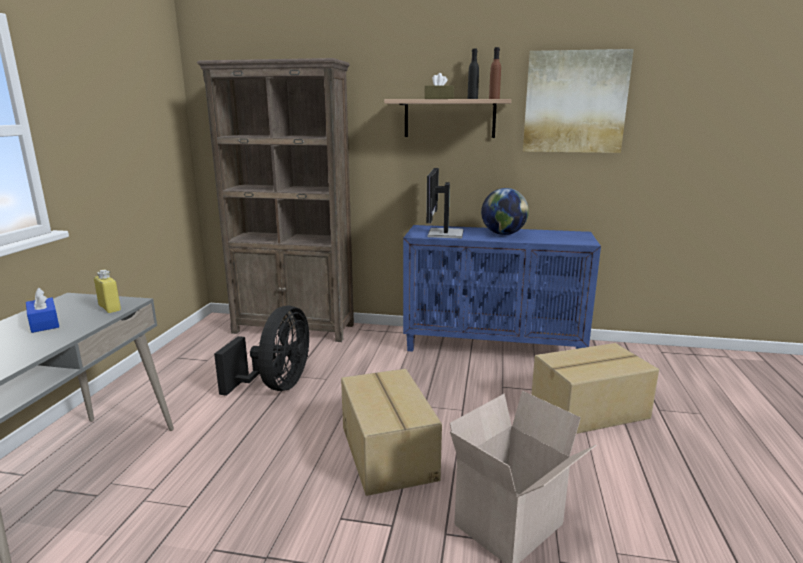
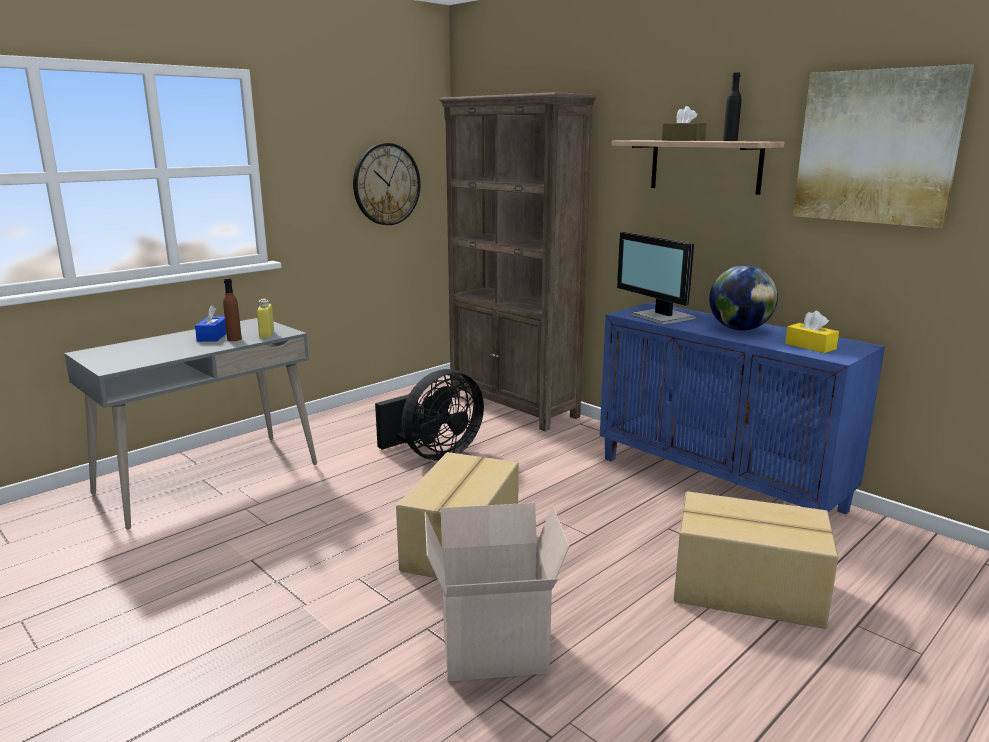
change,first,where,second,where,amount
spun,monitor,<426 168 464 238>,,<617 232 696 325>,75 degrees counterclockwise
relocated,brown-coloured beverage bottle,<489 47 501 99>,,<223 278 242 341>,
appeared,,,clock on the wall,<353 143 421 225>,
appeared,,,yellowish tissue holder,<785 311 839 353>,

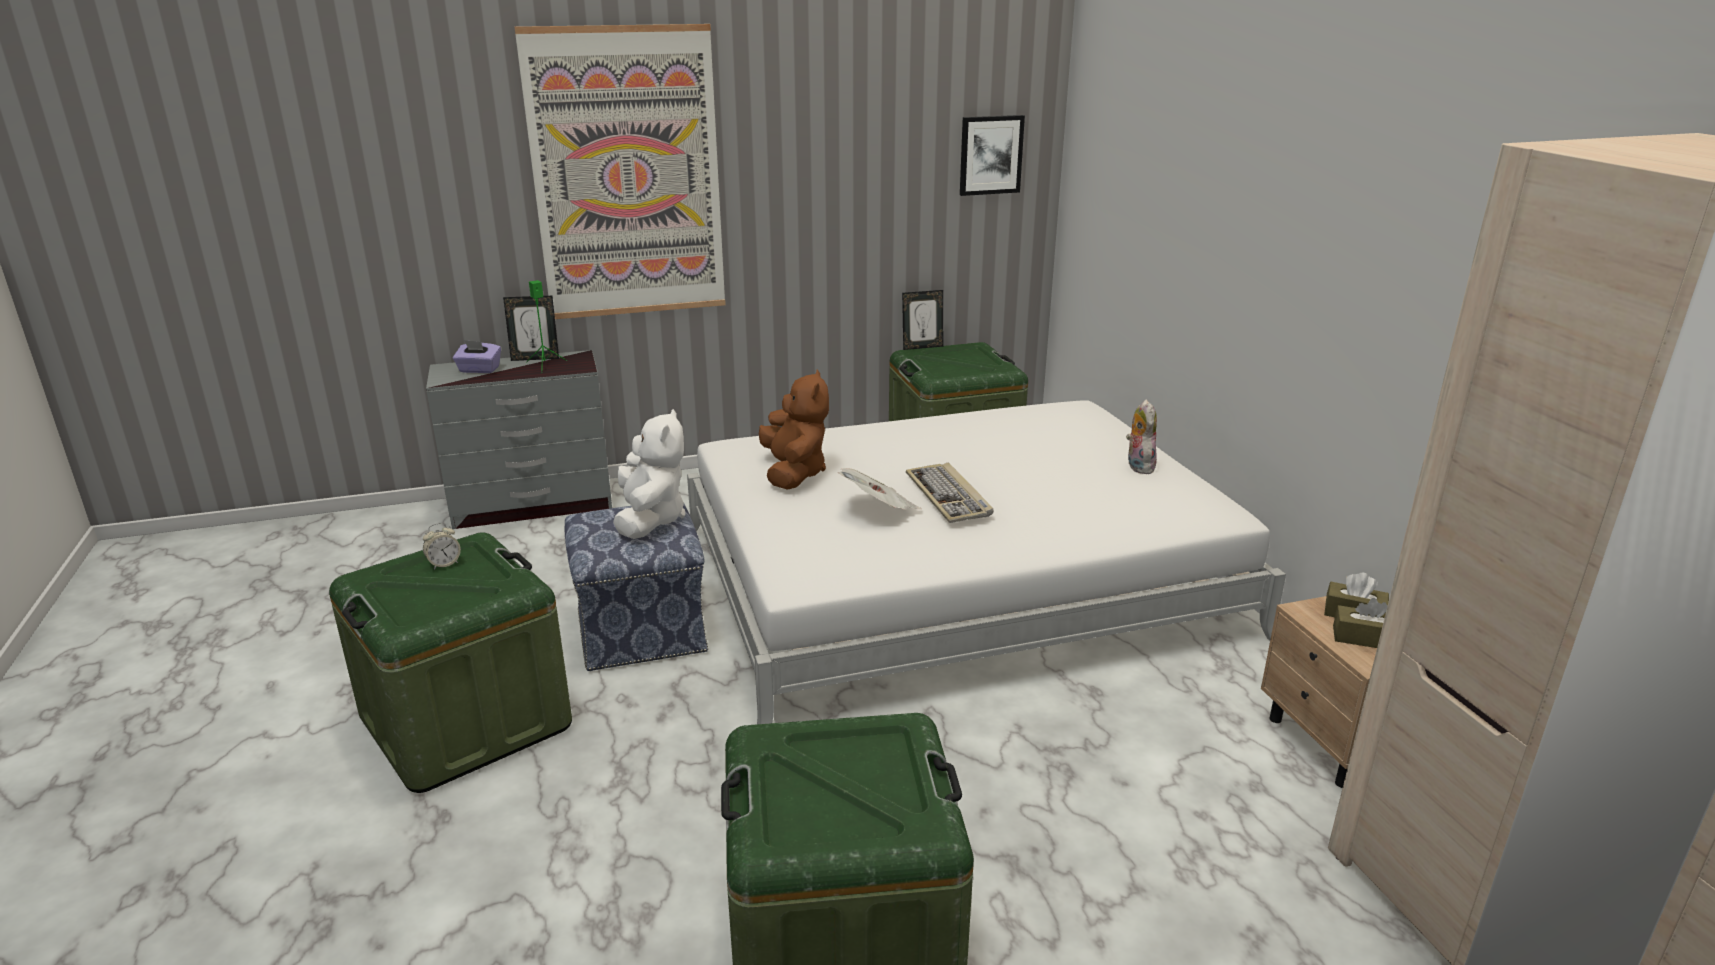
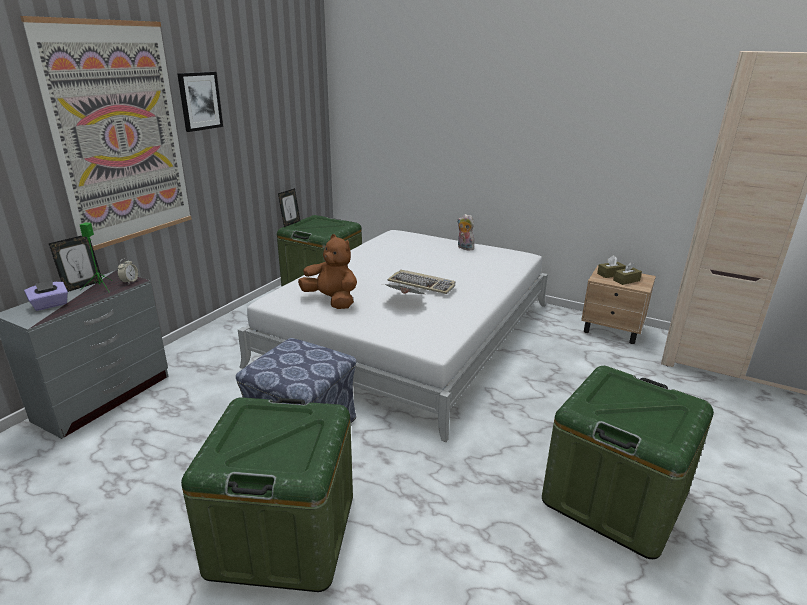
change,first,where,second,where,amount
relocated,bedside clock,<423 523 461 570>,,<117 258 138 284>,
missing,whitish soft toy,<613 409 686 539>,,,
relocated,picture,<960 115 1025 196>,,<177 72 223 132>,

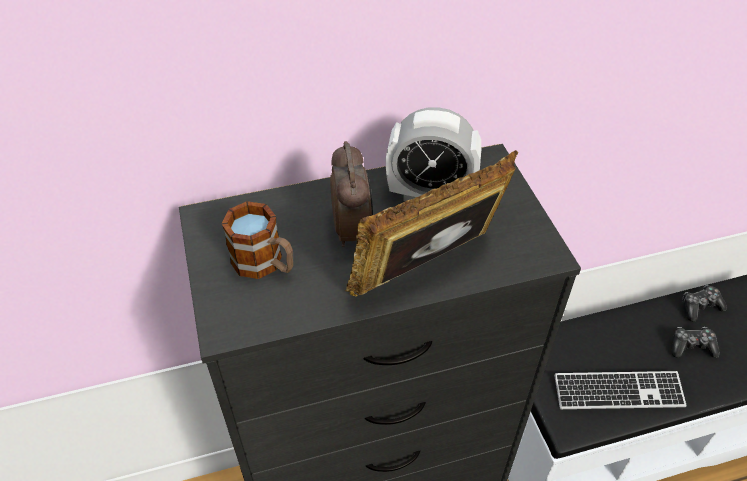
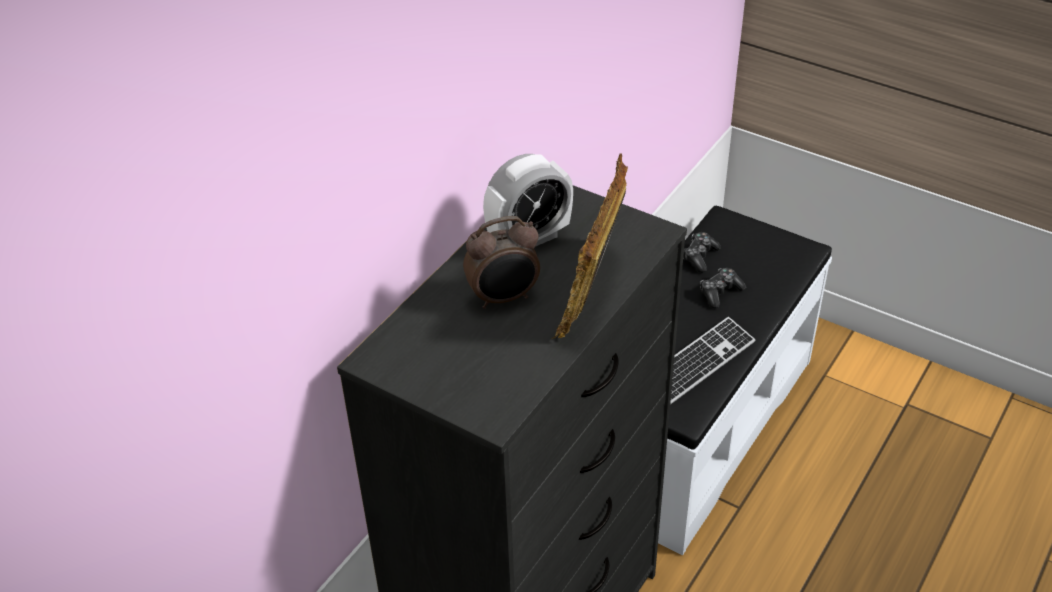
change,first,where,second,where,amount
missing,tea mug,<222 201 293 279>,,,
spun,bedside clock,<330 141 373 247>,,<463 216 540 309>,120 degrees clockwise

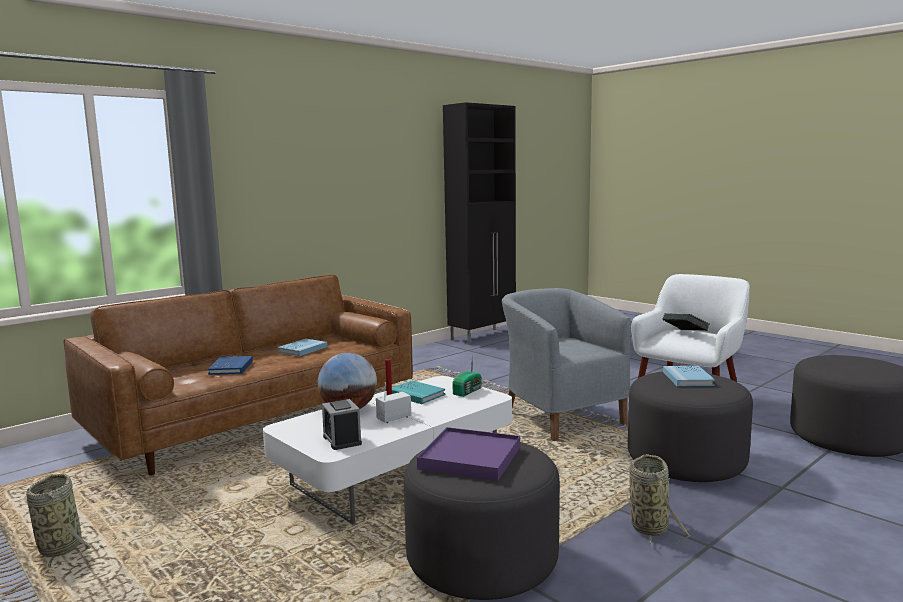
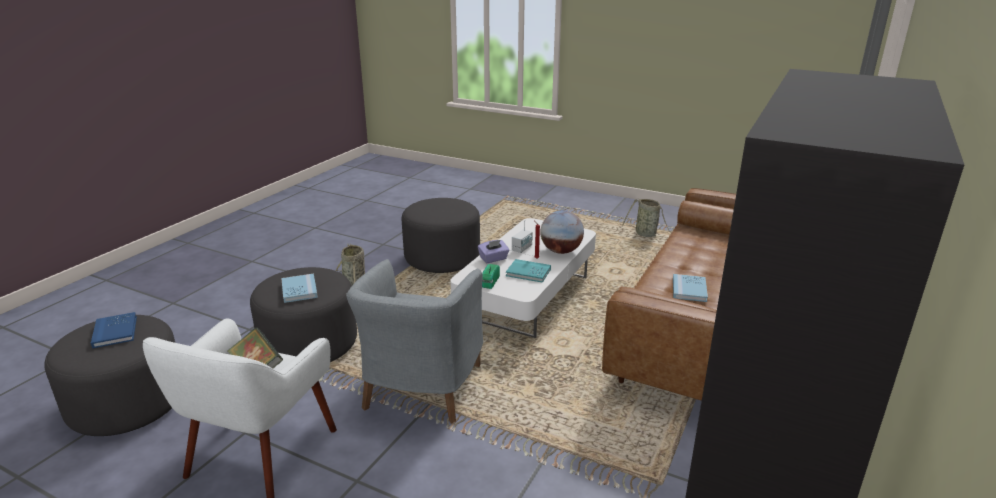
change,first,where,second,where,amount
relocated,blue volume,<208 356 253 375>,,<91 312 137 349>,
missing,bedside clock,<322 399 362 450>,,,
missing,purple-coloured serving tray,<417 427 520 481>,,,
spun,greyish easy chair,<502 288 631 441>,,<346 259 483 424>,60 degrees clockwise
appeared,,,purple-coloured tissue holder,<478 240 509 263>,

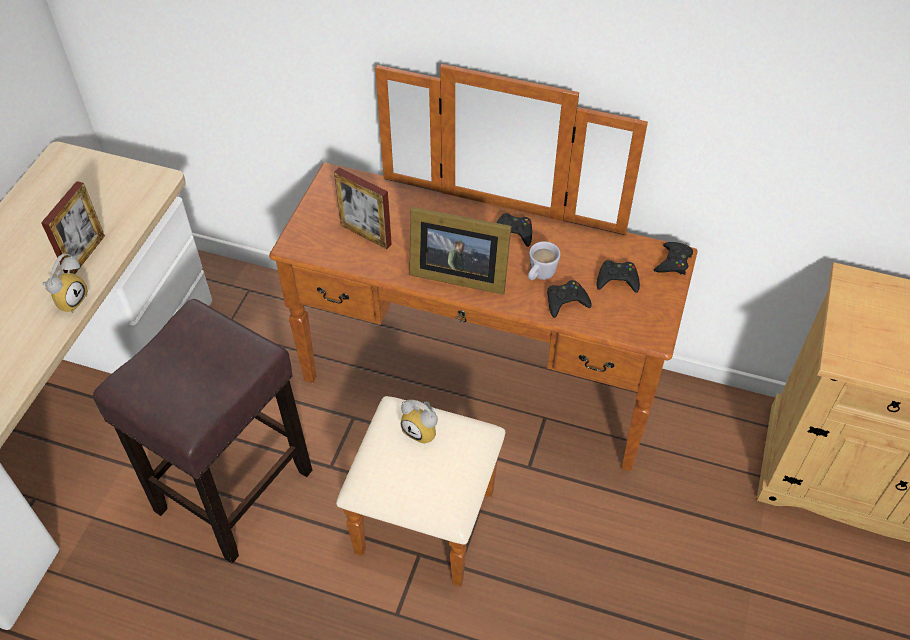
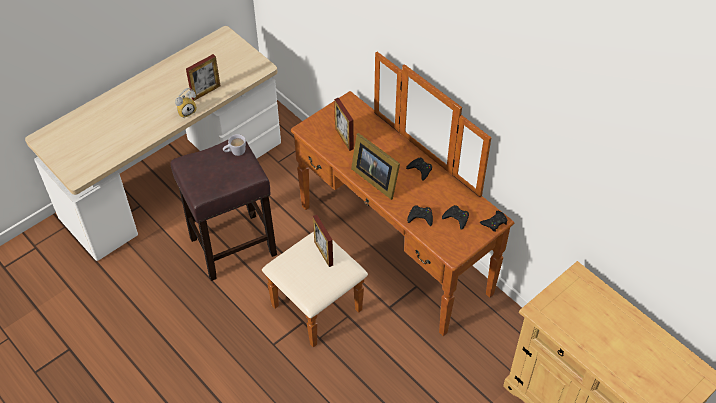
change,first,where,second,where,amount
exchanged,bedside clock,<401 400 438 444>,photo frame,<313 215 333 267>,
relocated,whitish tea mug,<528 241 560 280>,,<223 134 246 156>,

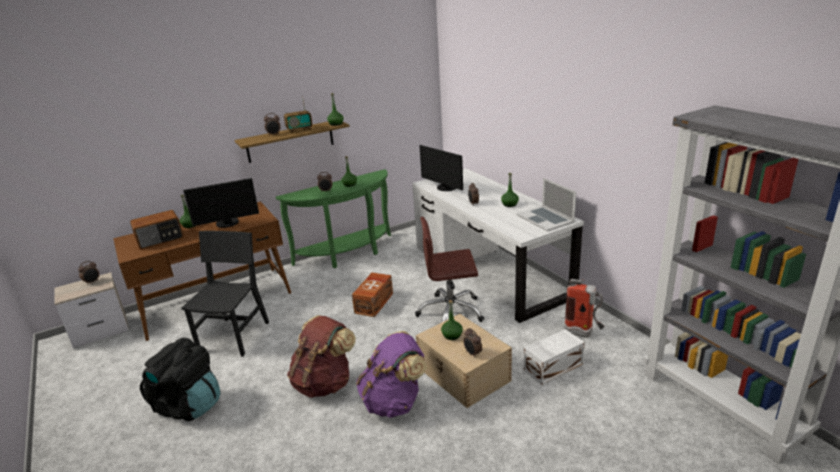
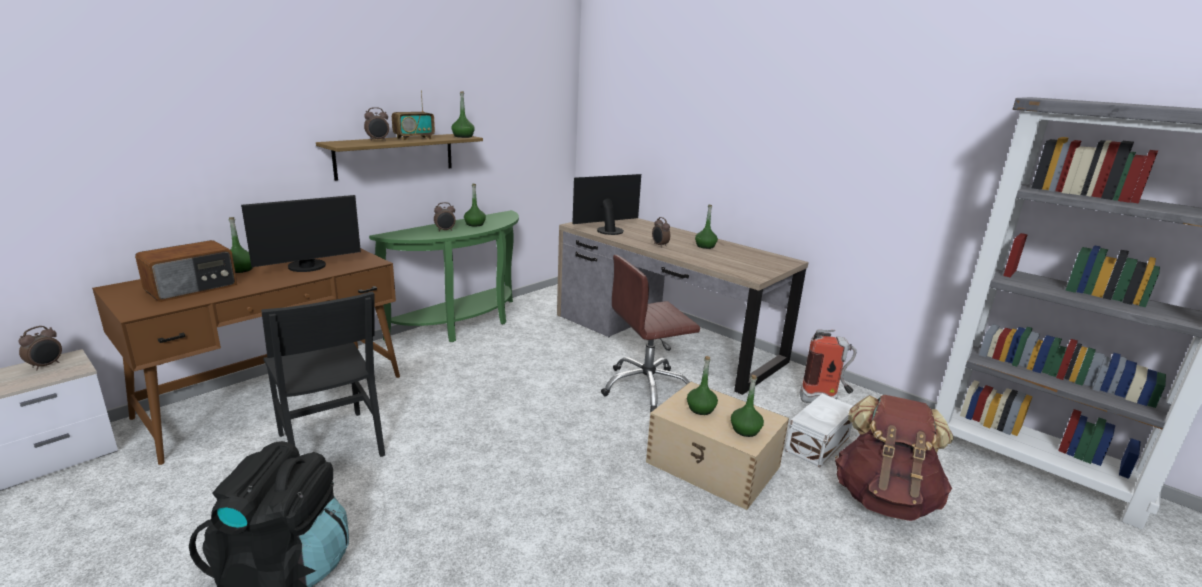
change,first,where,second,where,amount
spun,black-coloured chair,<181 231 269 357>,,<261 291 385 457>,150 degrees clockwise
relocated,brown-coloured rucksack,<287 315 356 398>,,<835 395 954 521>,
missing,brown-coloured storage box,<352 272 393 317>,,,
missing,purple-coloured rucksack,<356 331 427 418>,,,
colour,whitish desk,<412 169 584 323>,brown-coloured desk,<557 218 809 395>,
spun,monitor,<420 145 463 191>,,<572 174 641 235>,120 degrees clockwise
exchanged,bedside clock,<463 328 482 358>,green beverage bottle,<731 375 764 437>,
missing,laptop,<516 178 576 231>,,,

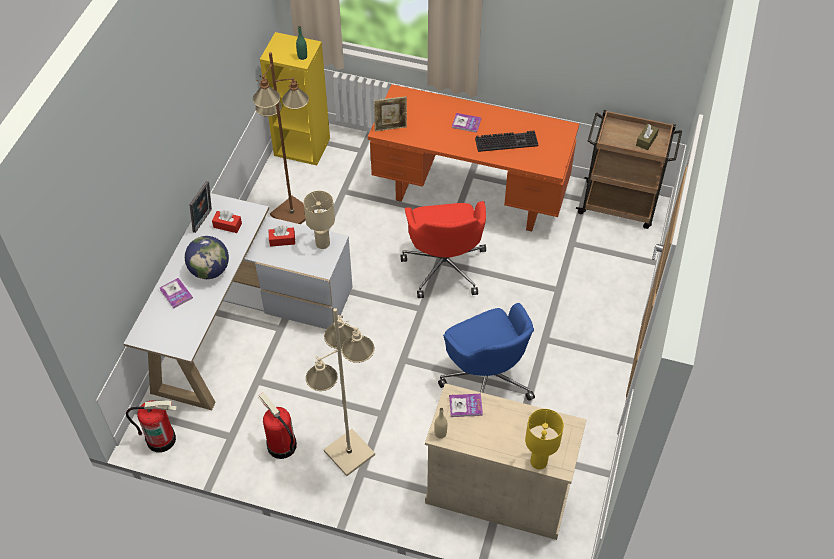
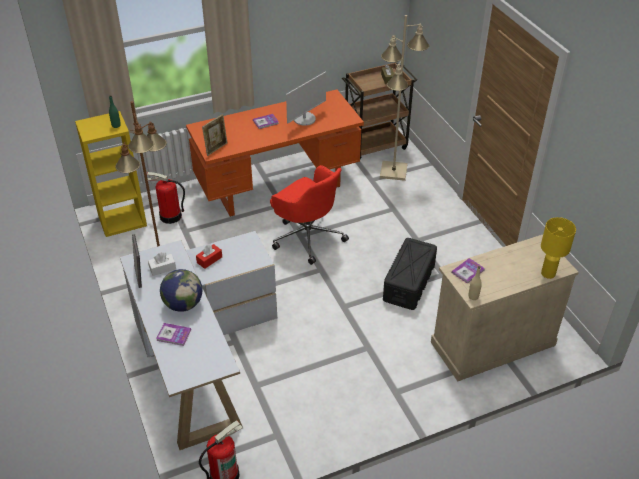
change,first,where,second,where,amount
colour,reddish tissue holder,<212 210 242 233>,whitish tissue holder,<148 253 176 276>,
relocated,fire extinguisher,<259 392 297 459>,,<147 172 185 224>,
missing,beige table lamp,<303 191 335 249>,,,
relocated,beige floor lamp,<306 308 375 476>,,<380 15 429 181>,
exchanged,blue computer chair,<438 303 535 401>,black-coloured storage box,<383 238 437 310>,
exchanged,computer keyboard,<475 130 538 152>,monitor,<286 72 326 126>,

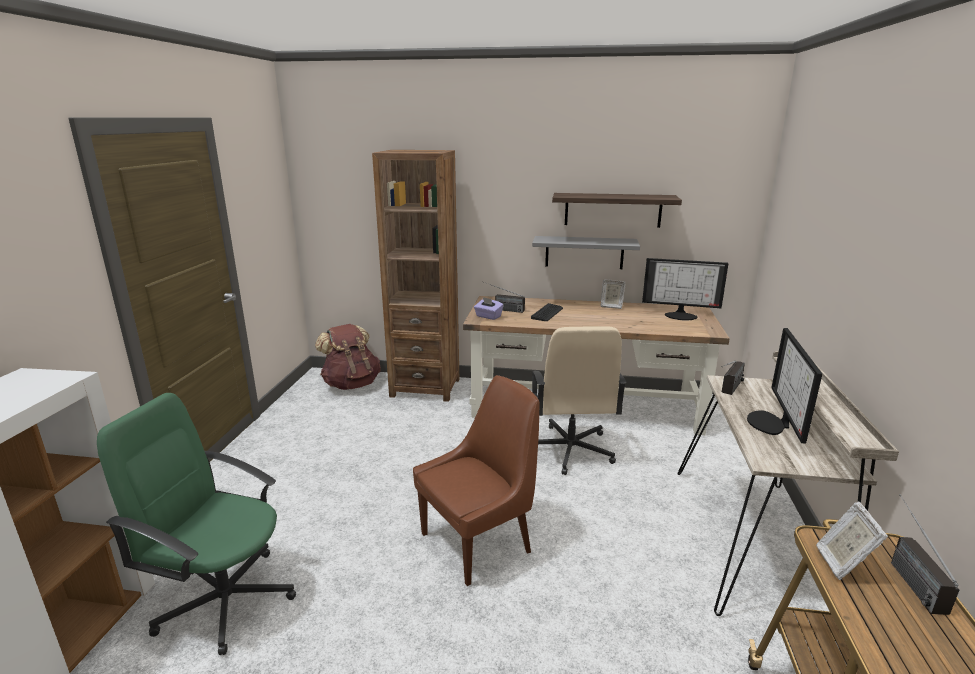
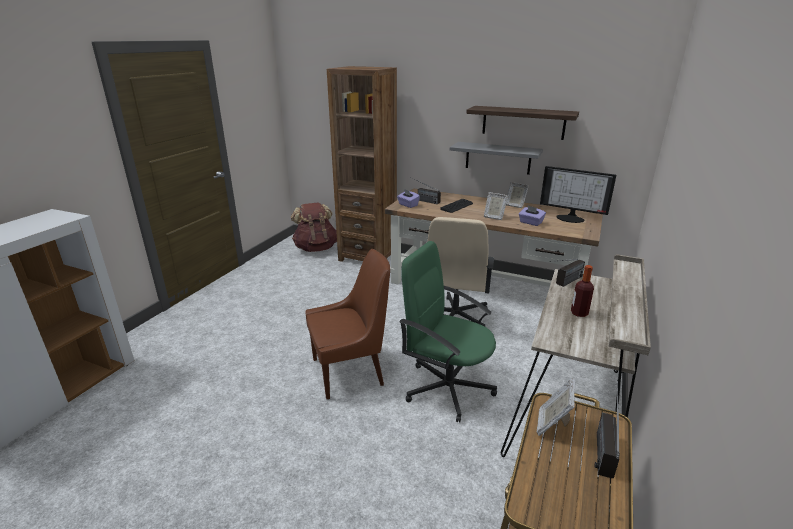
change,first,where,second,where,amount
relocated,green computer chair,<97 393 296 655>,,<399 241 497 423>,
exchanged,monitor,<747 328 822 444>,beverage bottle,<571 265 594 317>,
appeared,,,photo frame,<484 192 508 220>,
appeared,,,purple-coloured tissue holder,<519 205 546 226>,

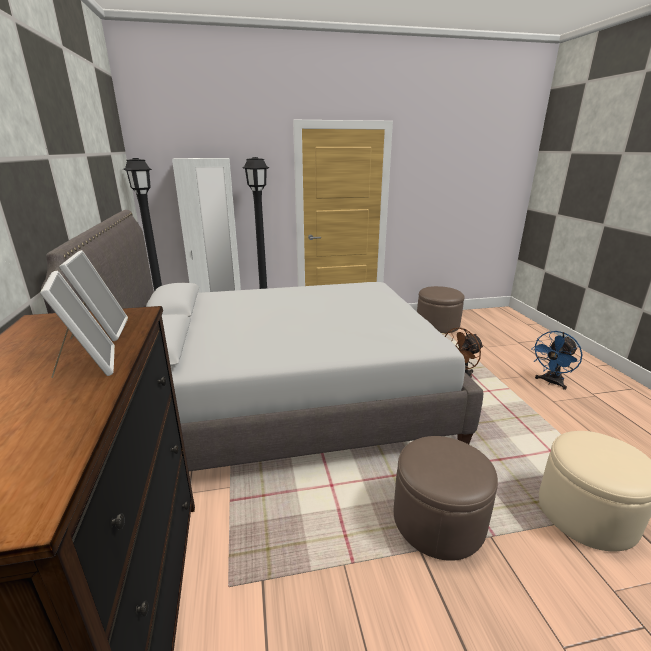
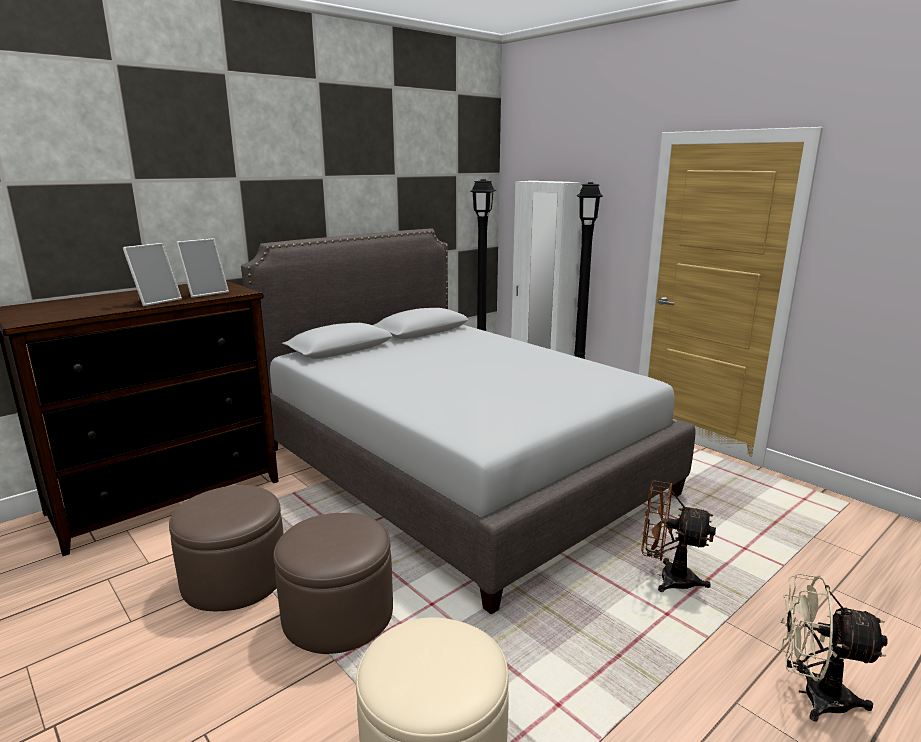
change,first,where,second,where,amount
relocated,brown-coloured footrest,<417 286 465 333>,,<169 485 284 611>,
colour,blue electric fan,<531 331 583 390>,beige electric fan,<781 573 888 722>,

